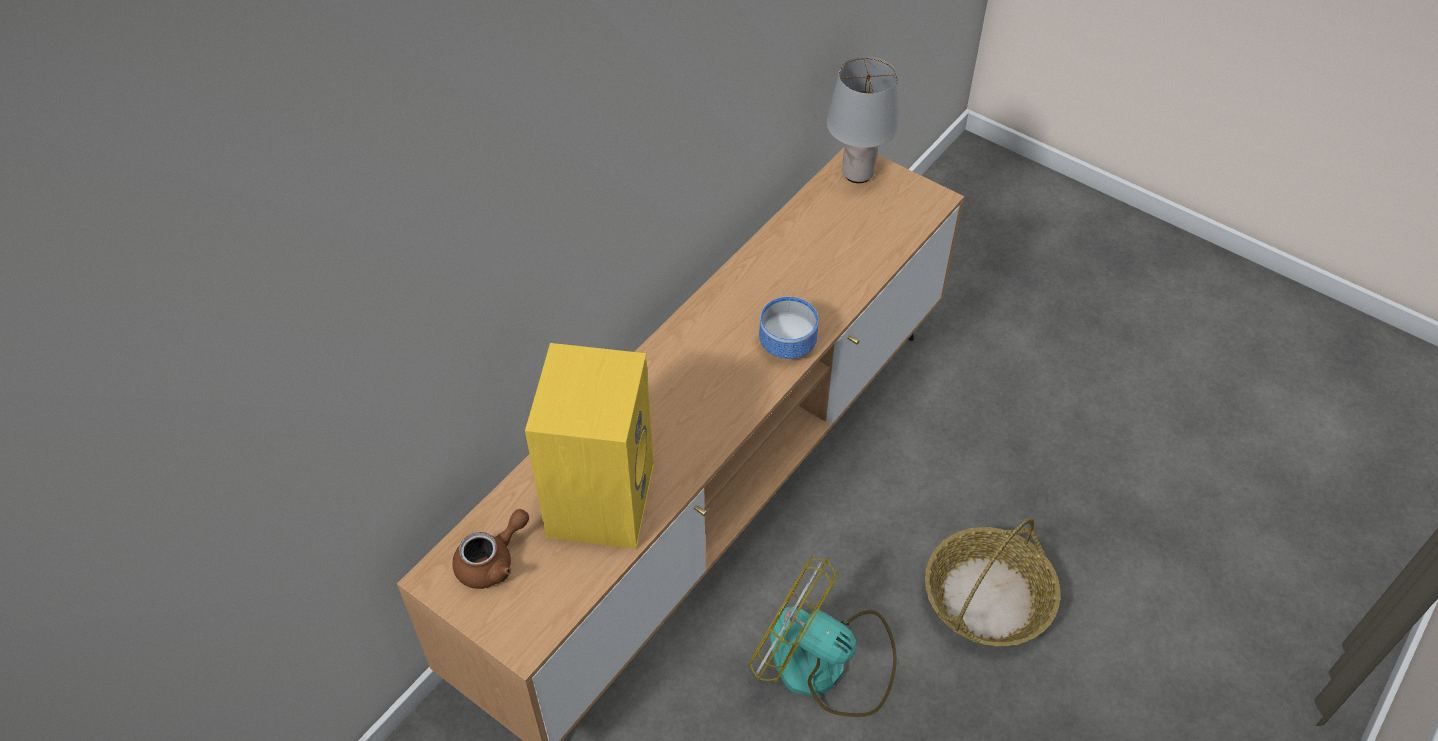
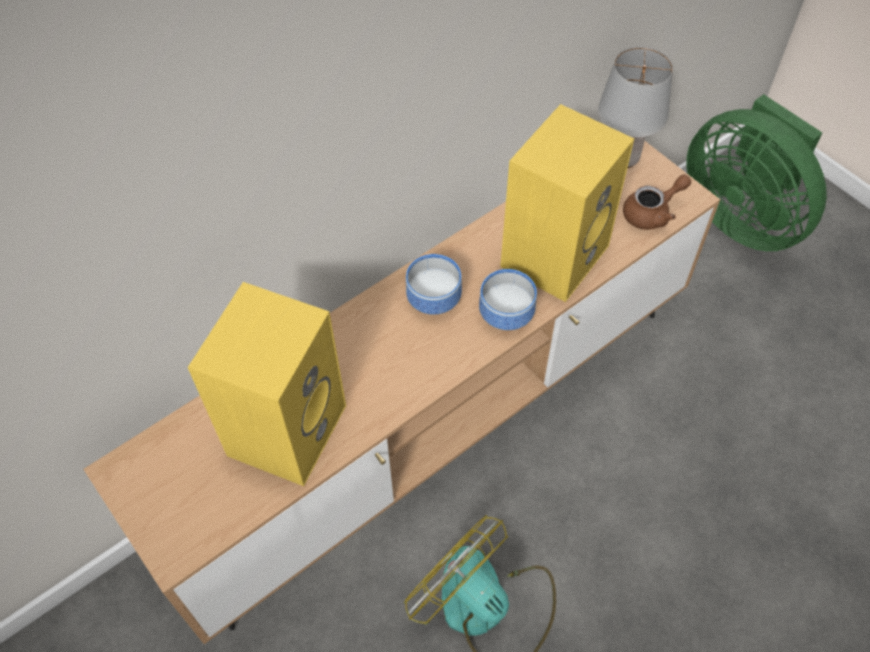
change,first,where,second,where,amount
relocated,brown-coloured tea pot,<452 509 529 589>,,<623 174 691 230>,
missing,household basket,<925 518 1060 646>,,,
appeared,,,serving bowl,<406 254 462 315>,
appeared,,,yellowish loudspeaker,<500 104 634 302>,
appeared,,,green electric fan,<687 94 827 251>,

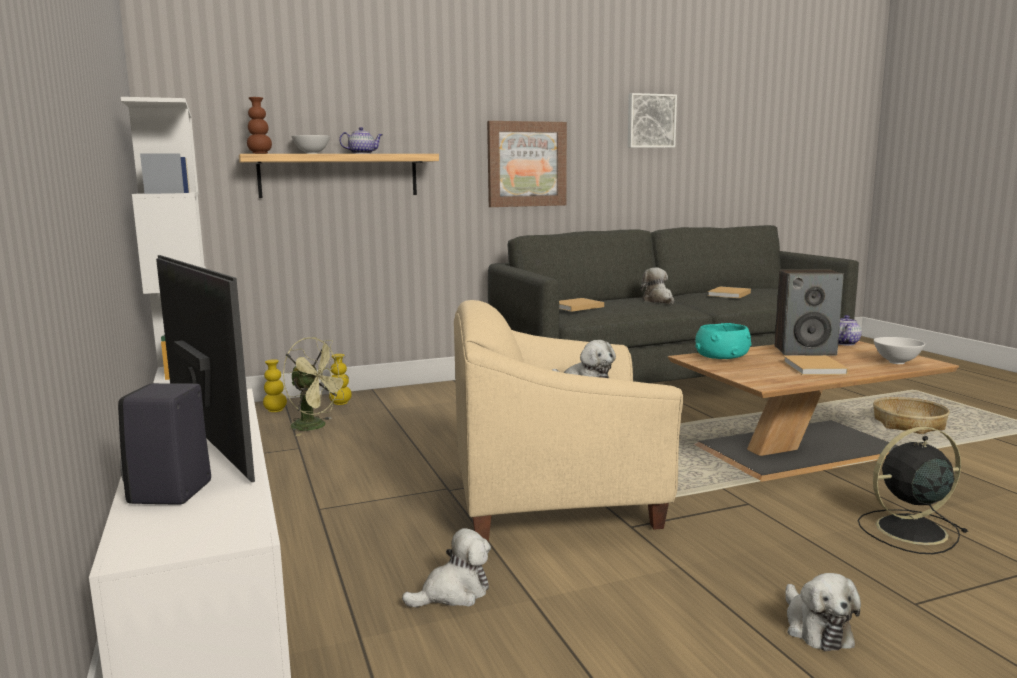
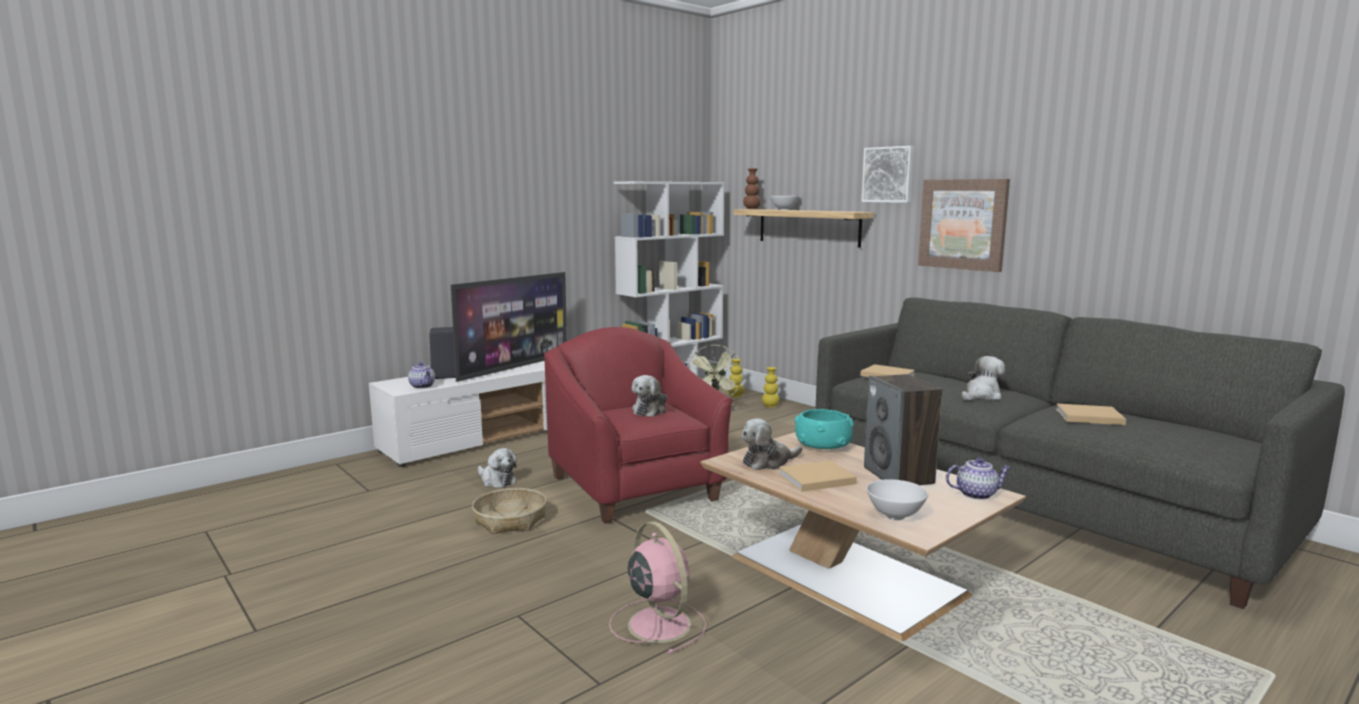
change,first,where,second,where,amount
relocated,tea pot,<339 127 382 154>,,<408 362 435 388>,
colour,beige easy chair,<454 300 683 543>,reddish easy chair,<544 327 733 524>,
relocated,picture,<628 93 677 148>,,<861 146 914 203>,
relocated,soft toy,<785 573 861 651>,,<742 418 802 470>,
colour,black-coloured electric fan,<858 427 969 554>,pink electric fan,<609 521 706 654>,
relocated,household basket,<873 397 950 434>,,<472 488 547 534>,

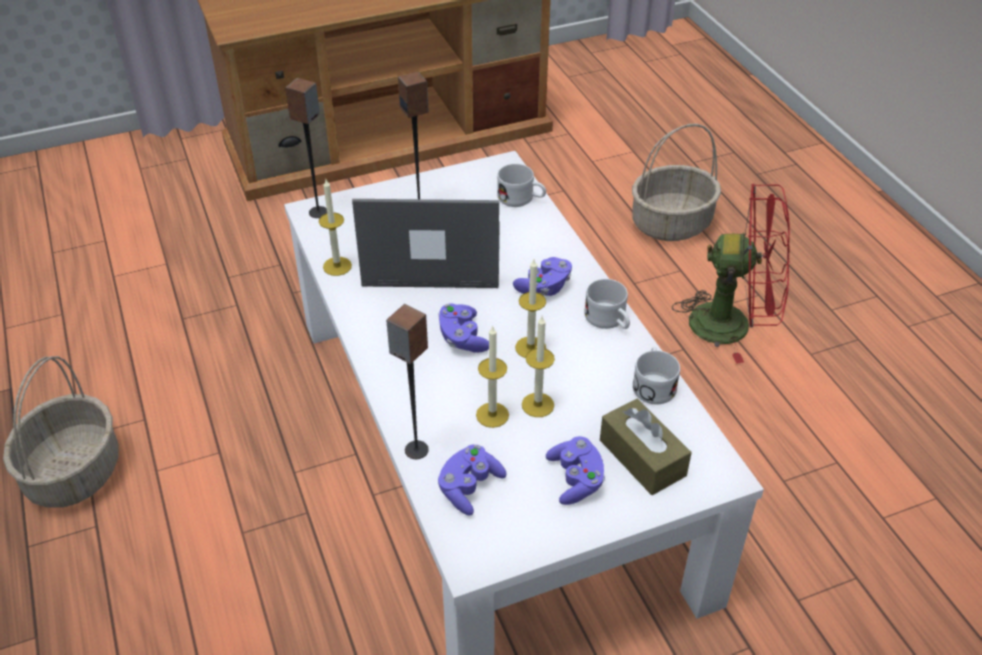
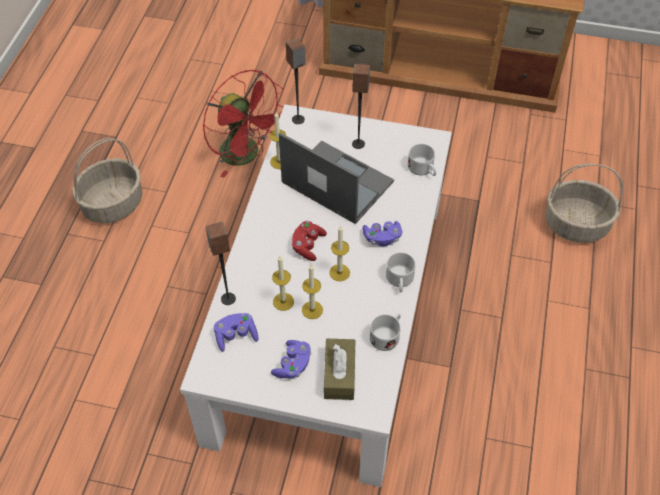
change,first,where,second,where,amount
colour,purple-coloured gamepad,<439 304 489 353>,reddish gamepad,<291 221 327 261>,
relocated,reddish electric fan,<672 184 790 364>,,<203 69 283 178>,

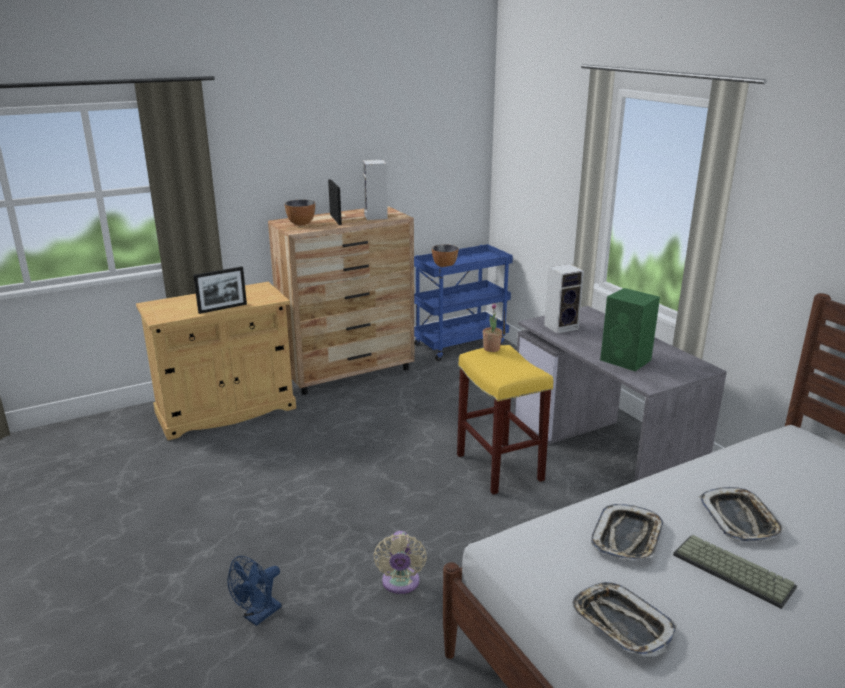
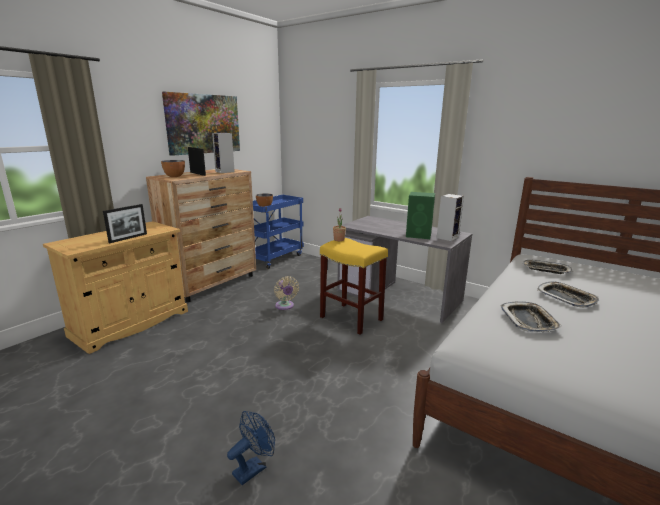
change,first,where,second,where,amount
spun,blue electric fan,<227 556 282 626>,,<227 411 275 485>,150 degrees counterclockwise
relocated,beige electric fan,<373 531 427 594>,,<274 276 299 310>,
relocated,loudspeaker,<544 264 584 334>,,<437 194 464 241>,
relocated,serving tray,<571 582 677 657>,,<522 260 573 274>,
missing,computer keyboard,<673 535 797 609>,,,
appeared,,,picture,<162 92 240 156>,

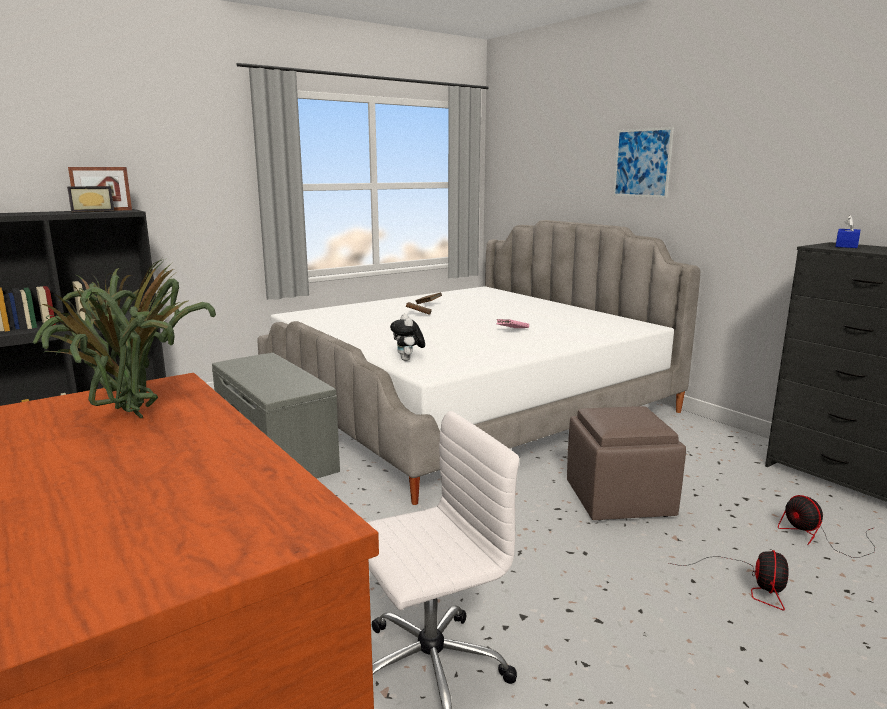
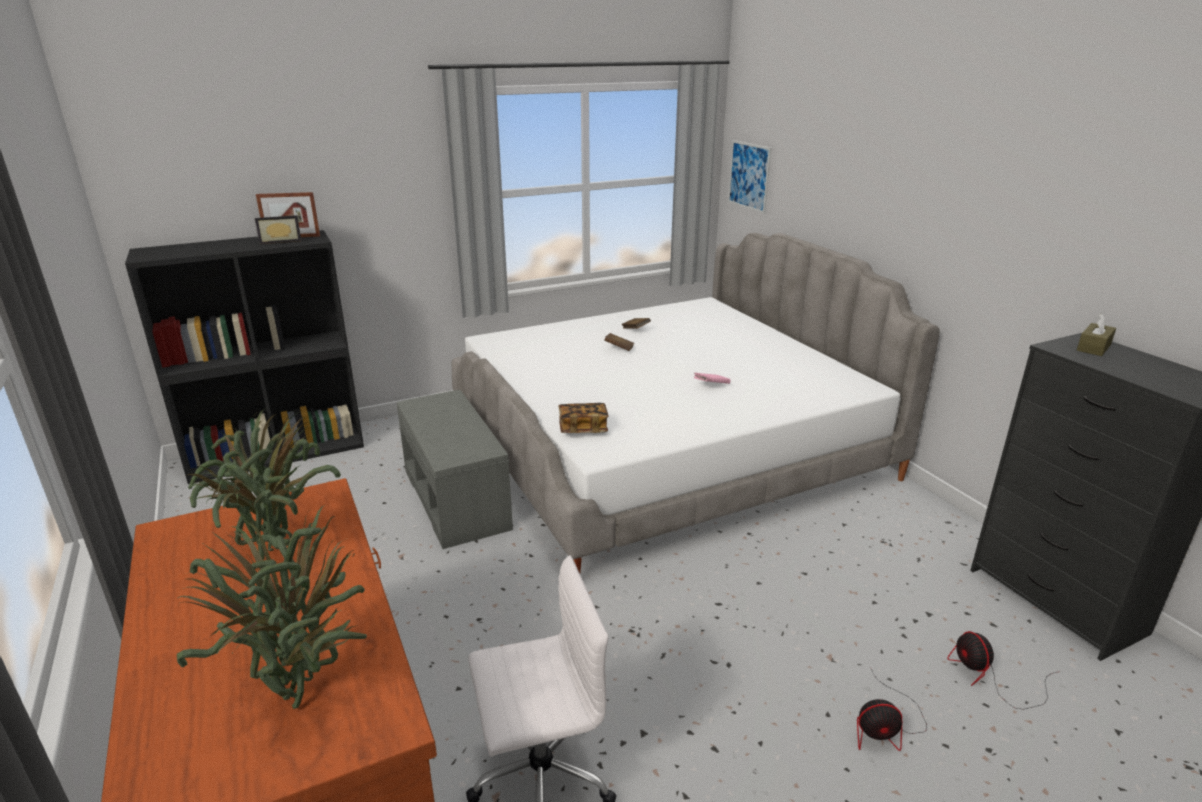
change,first,where,second,where,amount
exchanged,soft toy,<390 314 425 361>,volume,<559 403 608 433>,
missing,brown-coloured footrest,<567 406 686 521>,,,
relocated,picture,<613 127 674 198>,,<728 140 771 213>,
spun,electric fan,<669 550 789 611>,,<857 669 927 751>,60 degrees clockwise
colour,blue tissue holder,<835 215 860 248>,brown-coloured tissue holder,<1077 313 1116 356>,
appeared,,,plant in a pot,<177 505 367 709>,

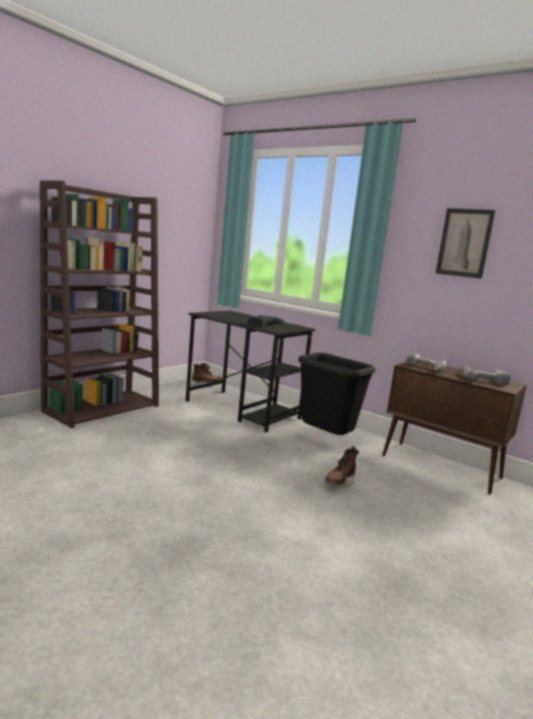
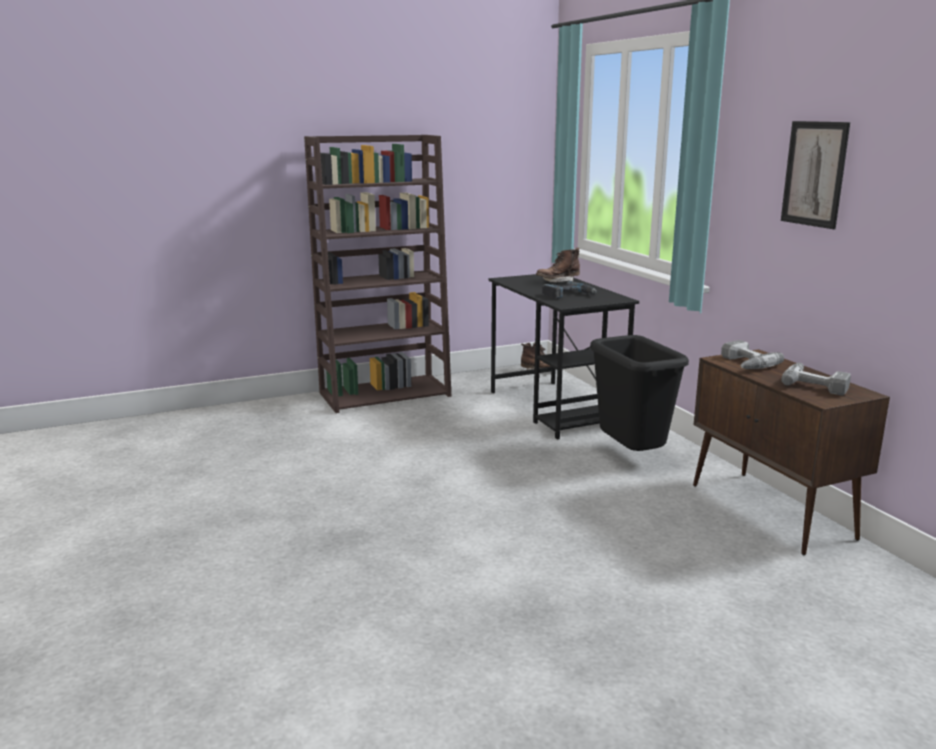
change,first,where,second,where,amount
relocated,brown-coloured high-top boot,<325 446 359 488>,,<536 248 580 283>,

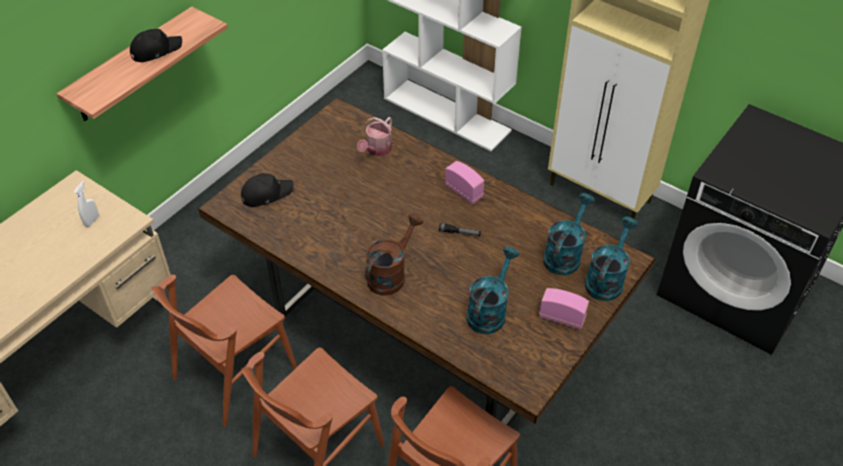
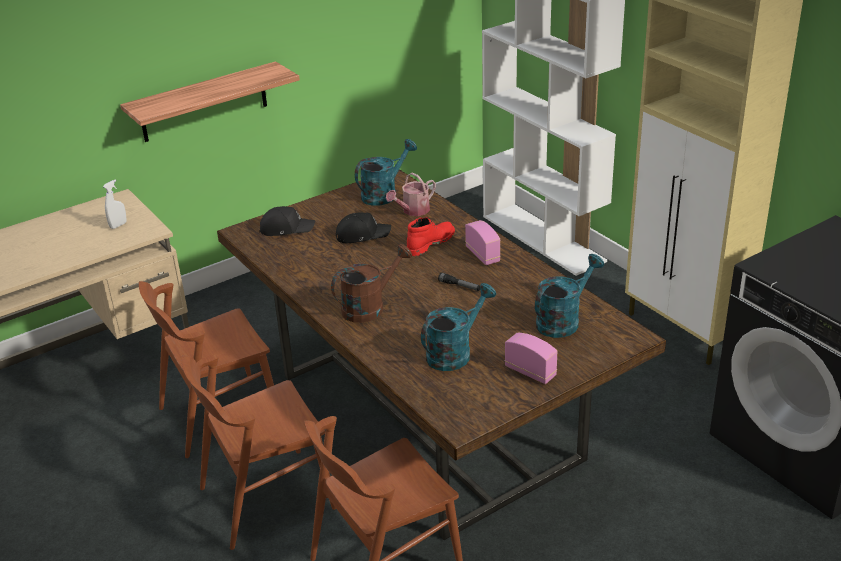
change,first,where,second,where,amount
relocated,black-coloured baseball cap,<130 29 182 62>,,<336 212 391 243>,
relocated,turquoise sprinkling can,<585 217 638 301>,,<355 139 417 206>,
appeared,,,reddish high-top boot,<407 217 455 256>,

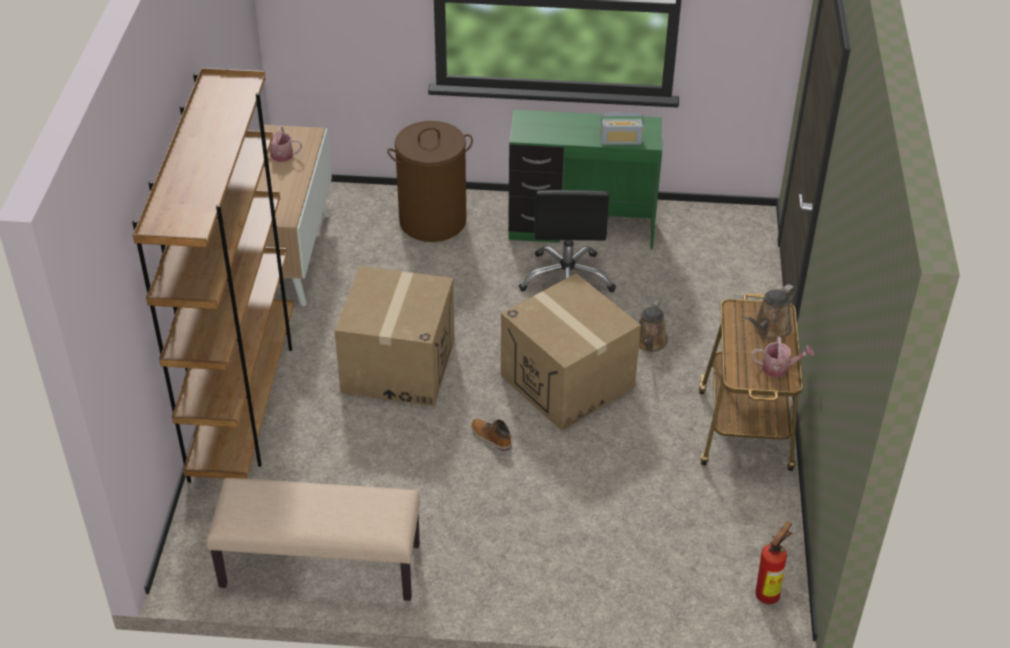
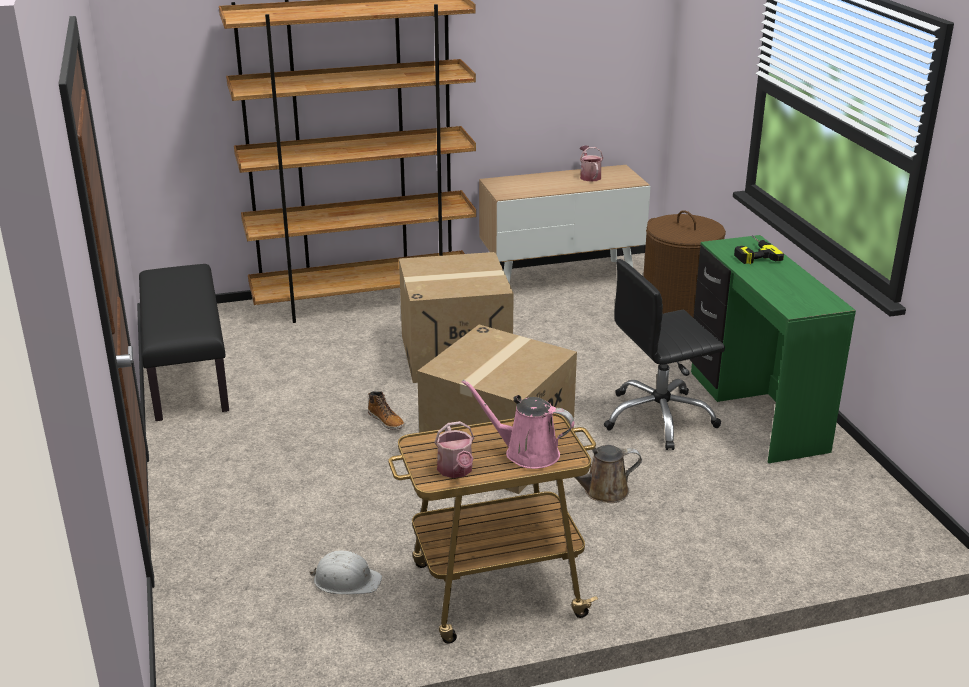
change,first,where,second,where,amount
colour,beige bench,<206 478 420 601>,black-coloured bench,<139 264 229 421>,
spun,high-top boot,<471 419 512 451>,,<368 391 405 430>,120 degrees clockwise
missing,radio receiver,<600 113 644 145>,,,
colour,brown-coloured sprinkling can,<745 284 796 340>,pink sprinkling can,<462 379 574 469>,
missing,fire extinguisher,<756 521 793 604>,,,
appeared,,,whitish hard hat,<309 551 382 594>,
appeared,,,drill,<734 235 784 264>,

